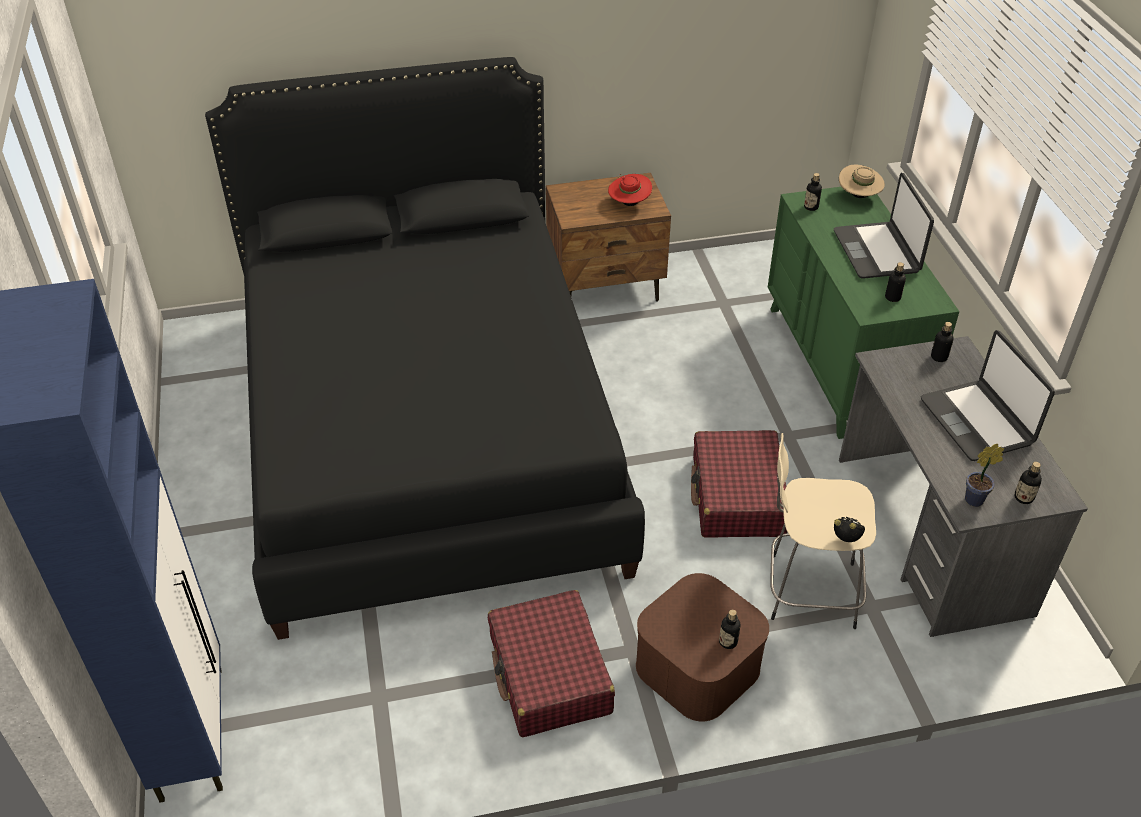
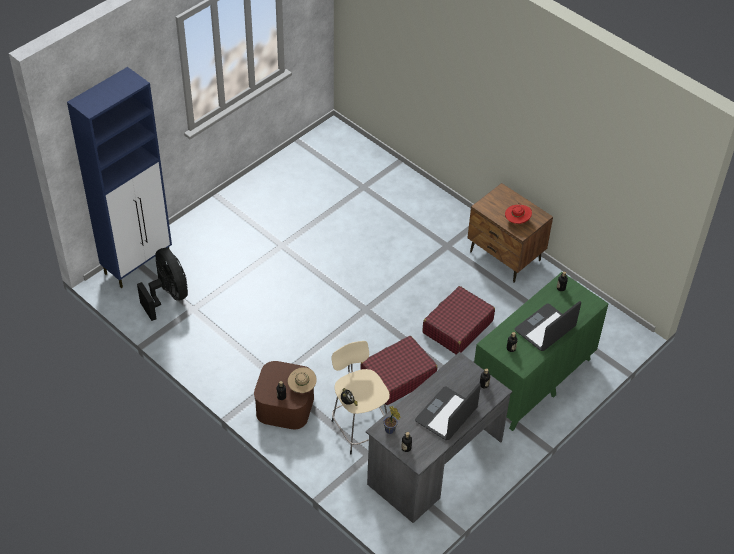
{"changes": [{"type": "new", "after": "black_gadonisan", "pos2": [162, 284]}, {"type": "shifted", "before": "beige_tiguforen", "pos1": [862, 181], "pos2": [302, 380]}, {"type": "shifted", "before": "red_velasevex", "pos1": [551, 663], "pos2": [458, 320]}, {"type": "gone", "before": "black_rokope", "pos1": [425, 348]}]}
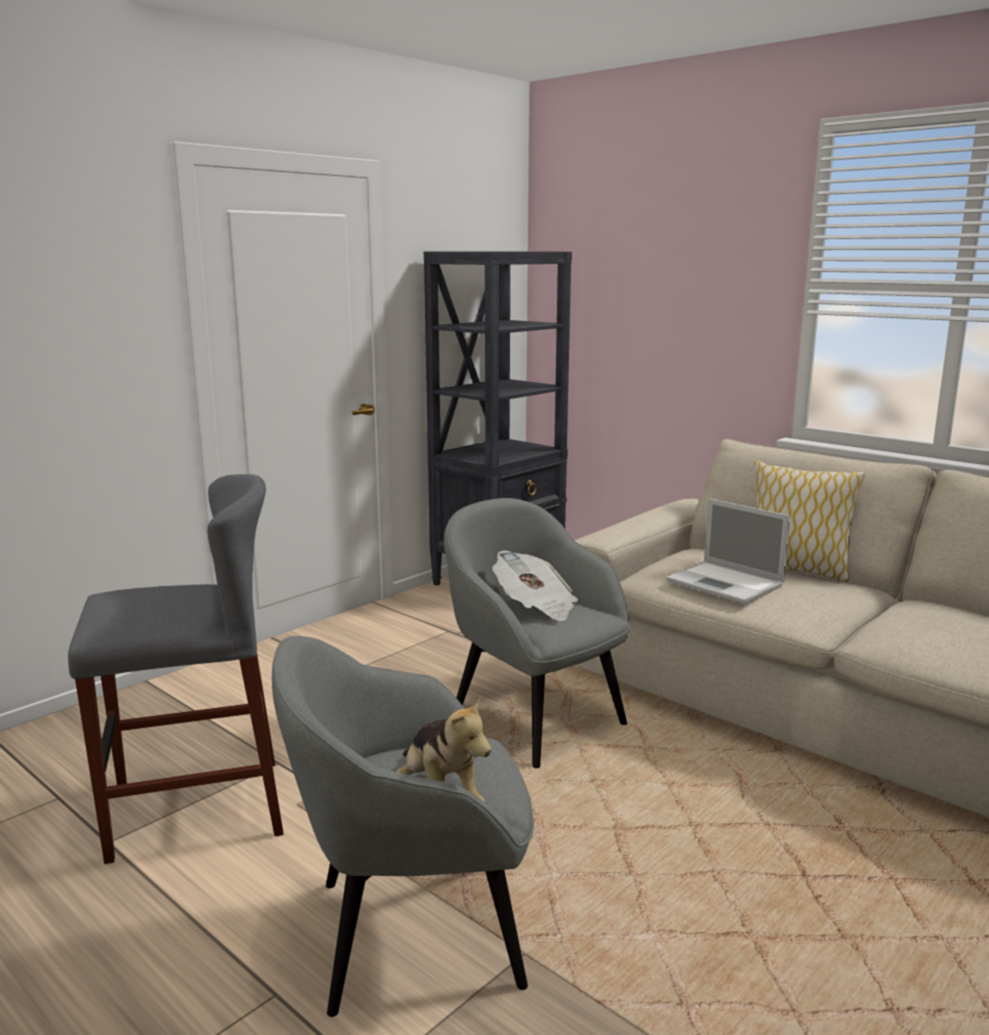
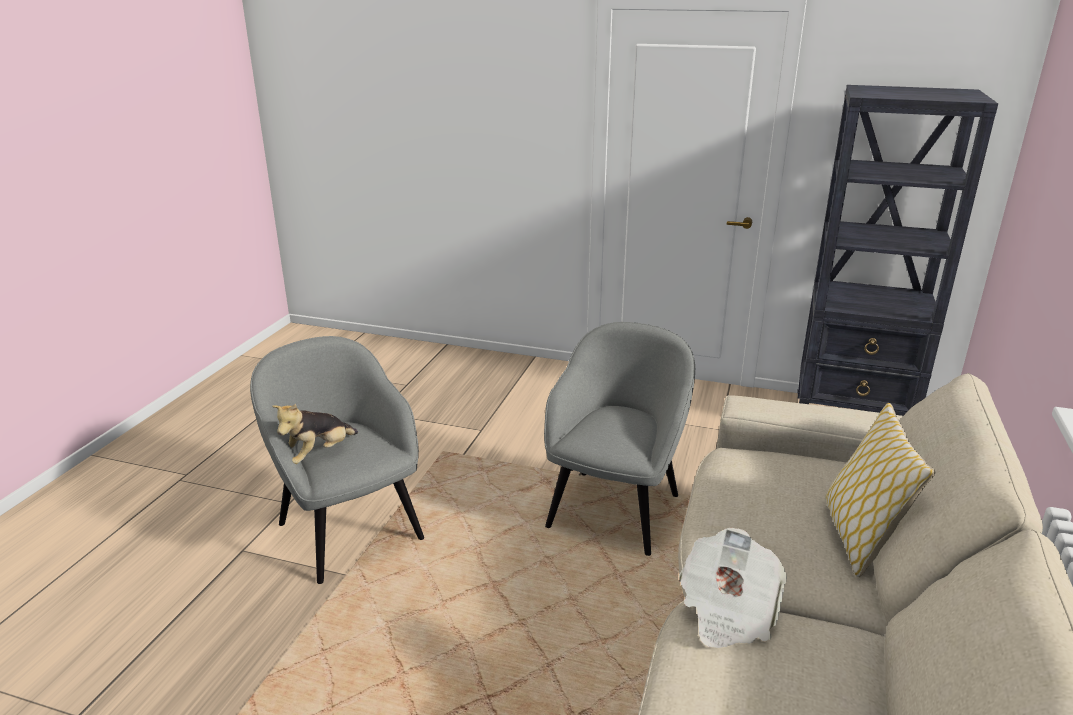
{"changes": [{"type": "shifted", "before": "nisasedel", "pos1": [535, 585], "pos2": [733, 588]}, {"type": "gone", "before": "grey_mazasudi", "pos1": [176, 669]}, {"type": "gone", "before": "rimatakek", "pos1": [728, 551]}]}
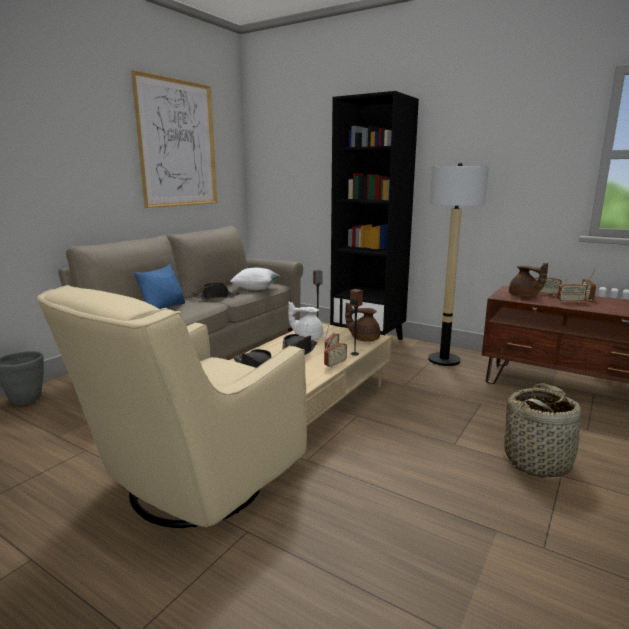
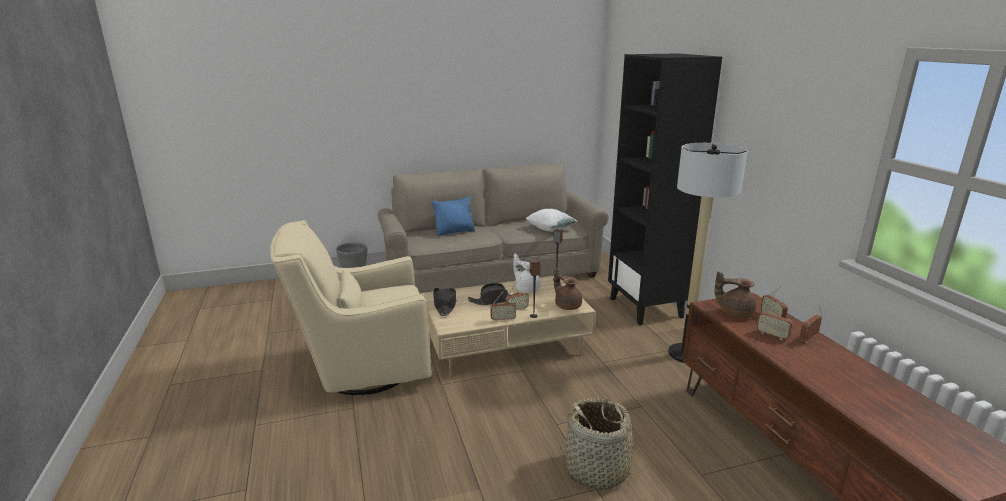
{"changes": [{"type": "rotated", "before": "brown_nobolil", "pos1": [528, 280], "pos2": [735, 294], "turn": 105}, {"type": "gone", "before": "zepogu", "pos1": [174, 139]}, {"type": "gone", "before": "black_tiguforen", "pos1": [215, 290]}]}
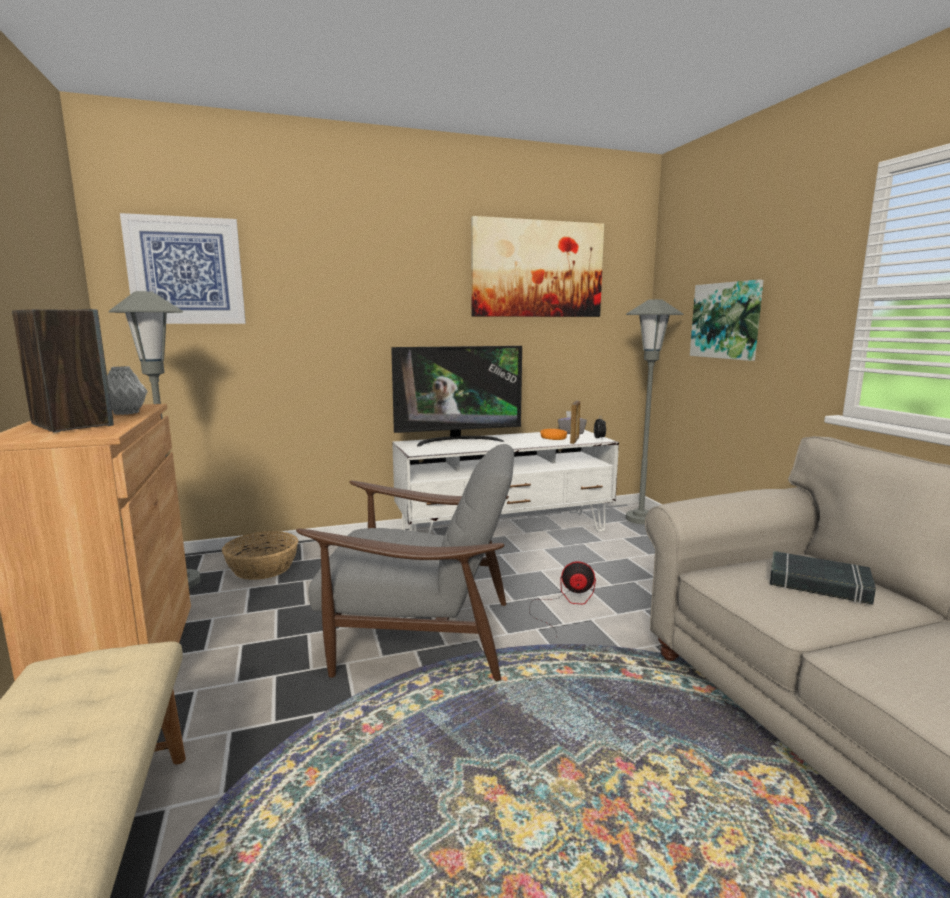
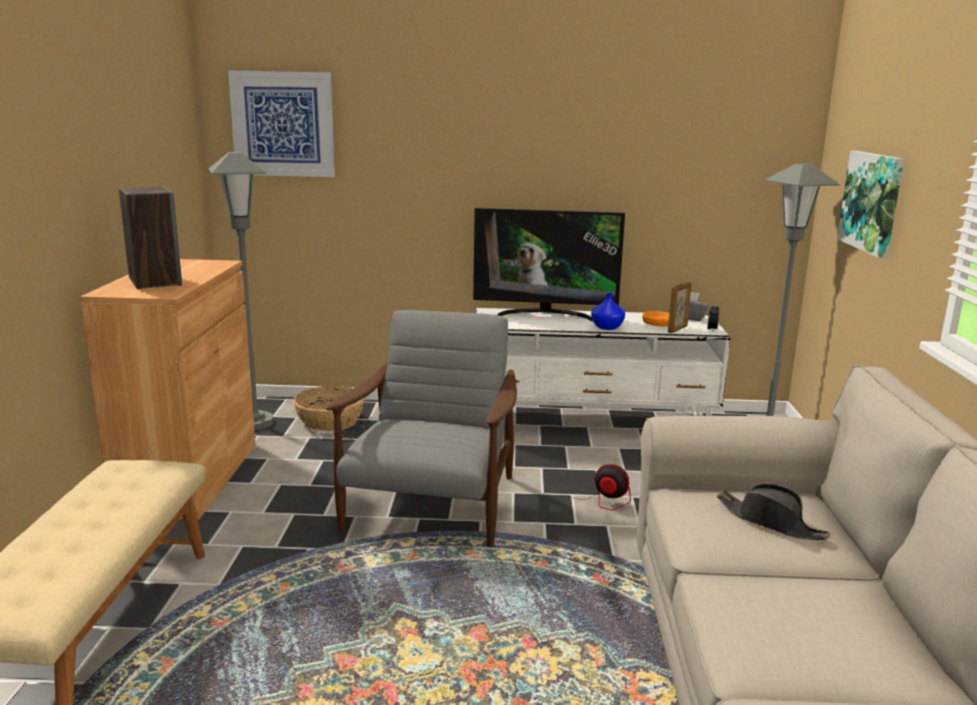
{"changes": [{"type": "rotated", "before": "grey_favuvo", "pos1": [405, 562], "pos2": [421, 428], "turn": -105}, {"type": "new", "after": "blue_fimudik", "pos2": [608, 311]}, {"type": "swapped", "before": "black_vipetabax", "after": "black_tiguforen", "pos1": [823, 578], "pos2": [773, 511]}, {"type": "gone", "before": "grey_fimudik", "pos1": [127, 390]}, {"type": "gone", "before": "zepogu", "pos1": [537, 266]}]}
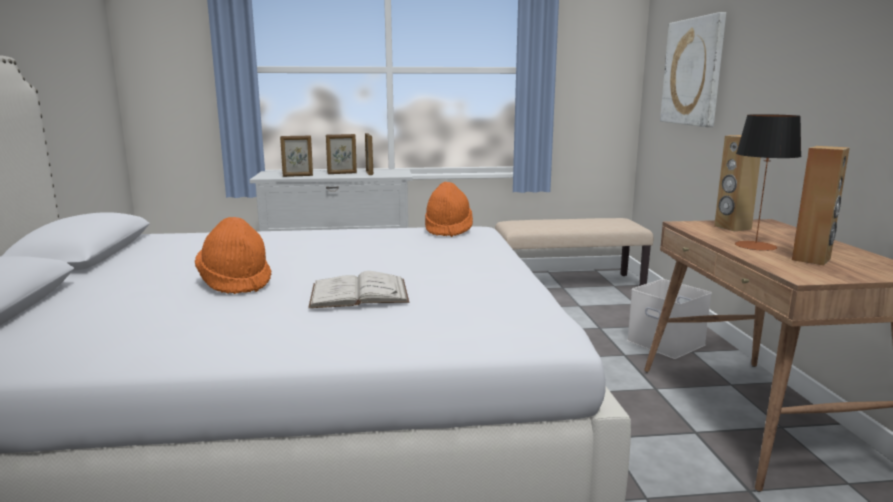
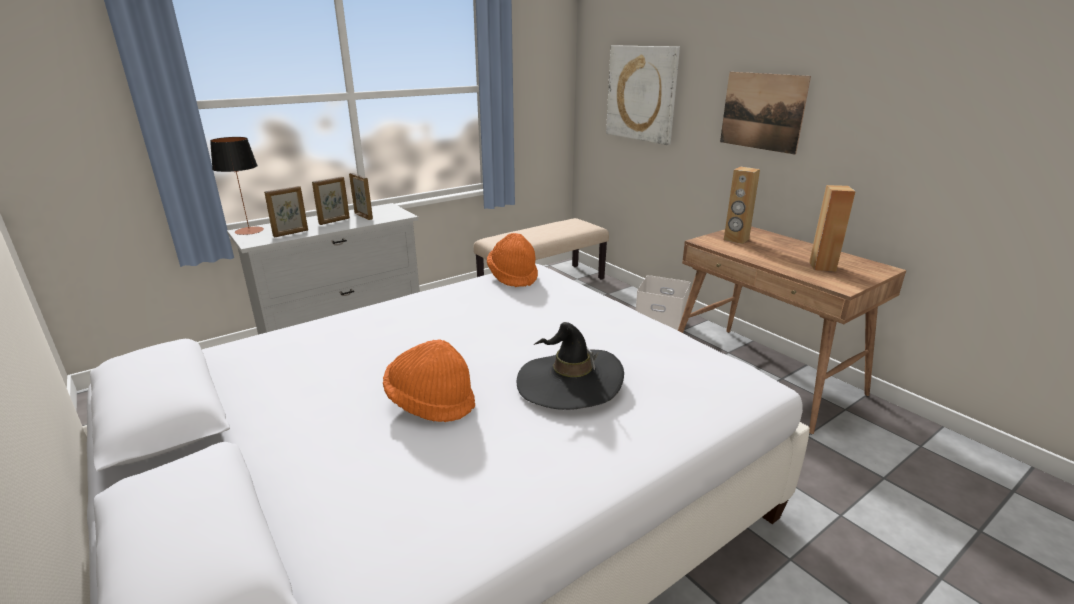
{"changes": [{"type": "shifted", "before": "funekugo", "pos1": [768, 182], "pos2": [237, 186]}, {"type": "swapped", "before": "white_vipetabax", "after": "black_tiguforen", "pos1": [358, 289], "pos2": [570, 366]}, {"type": "new", "after": "zepogu", "pos2": [765, 113]}]}
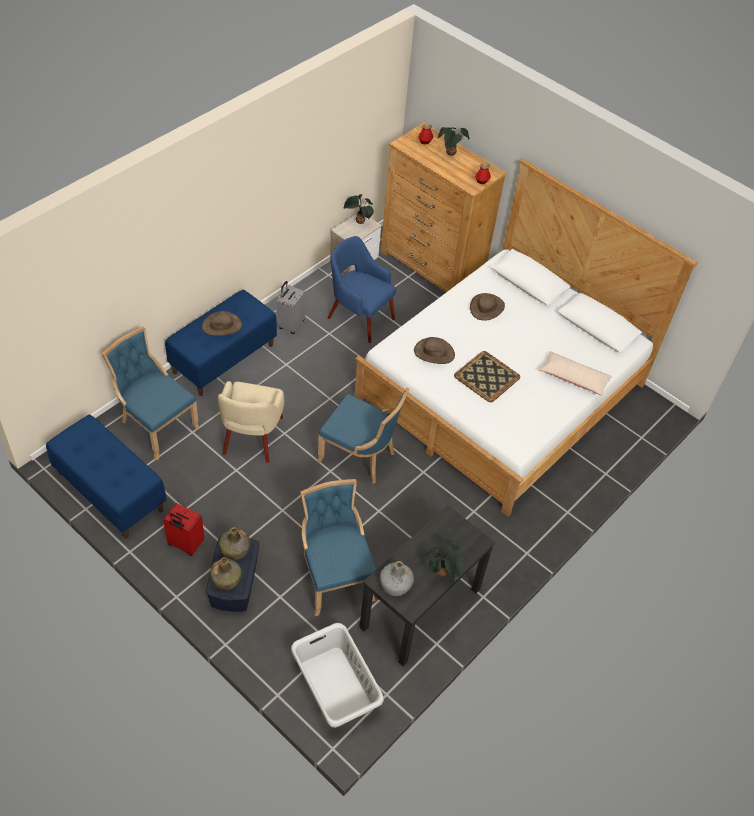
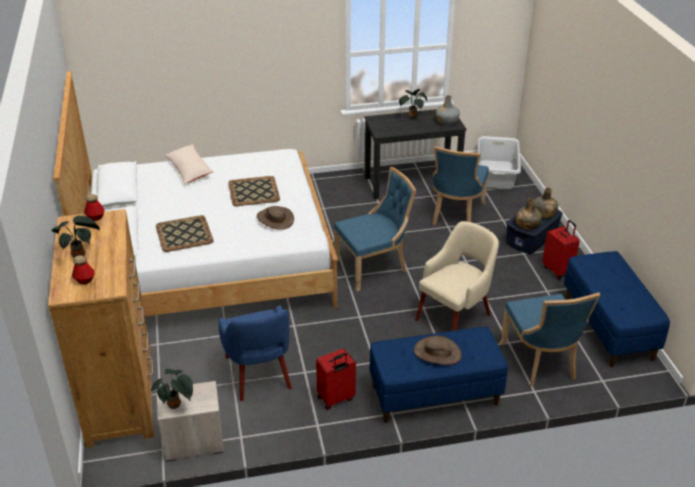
{"changes": [{"type": "swapped", "before": "brown_tiguforen", "after": "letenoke", "pos1": [487, 307], "pos2": [185, 233]}, {"type": "repainted", "before": "grey_velasevex", "after": "red_velasevex", "pos1": [291, 307], "pos2": [336, 379]}, {"type": "rotated", "before": "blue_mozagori", "pos1": [363, 435], "pos2": [375, 229], "turn": 90}]}
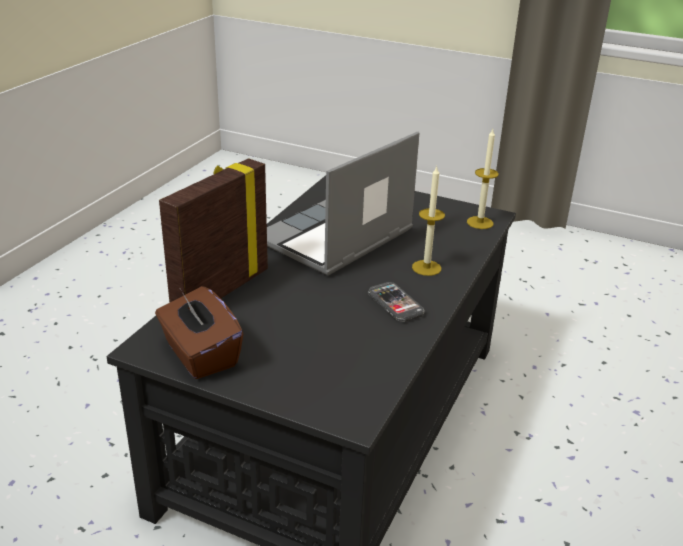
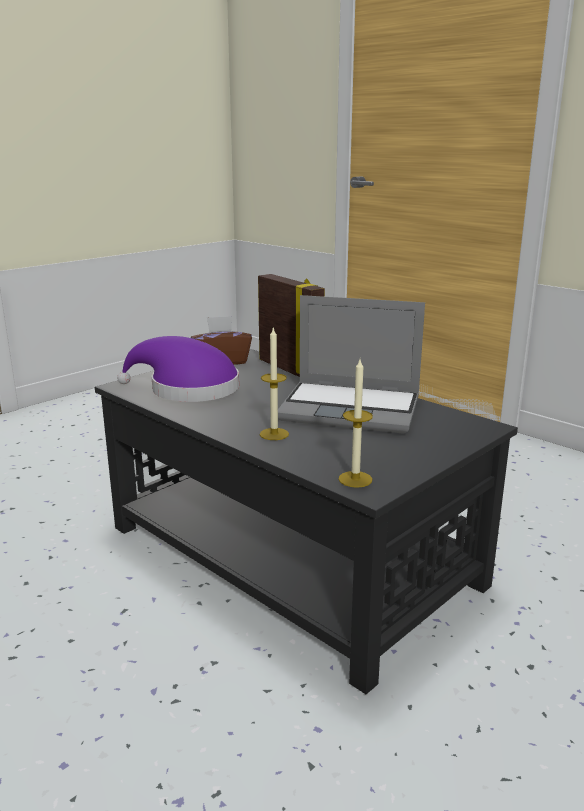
{"changes": [{"type": "new", "after": "purple_tiguforen", "pos2": [178, 369]}, {"type": "rotated", "before": "rimatakek", "pos1": [343, 203], "pos2": [351, 364], "turn": 135}, {"type": "gone", "before": "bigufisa", "pos1": [396, 302]}]}
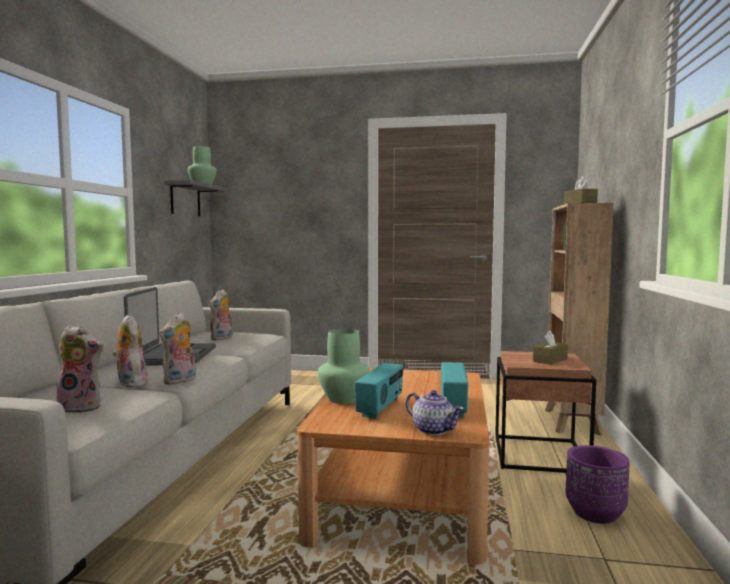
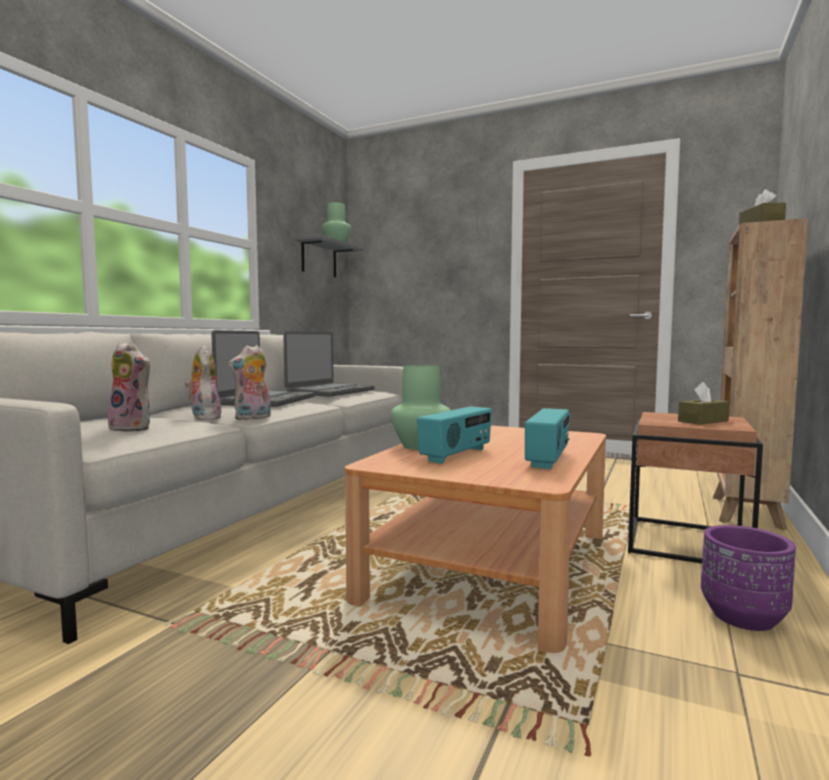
{"changes": [{"type": "swapped", "before": "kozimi", "after": "rimatakek", "pos1": [221, 315], "pos2": [329, 364]}, {"type": "gone", "before": "nobolil", "pos1": [434, 412]}]}
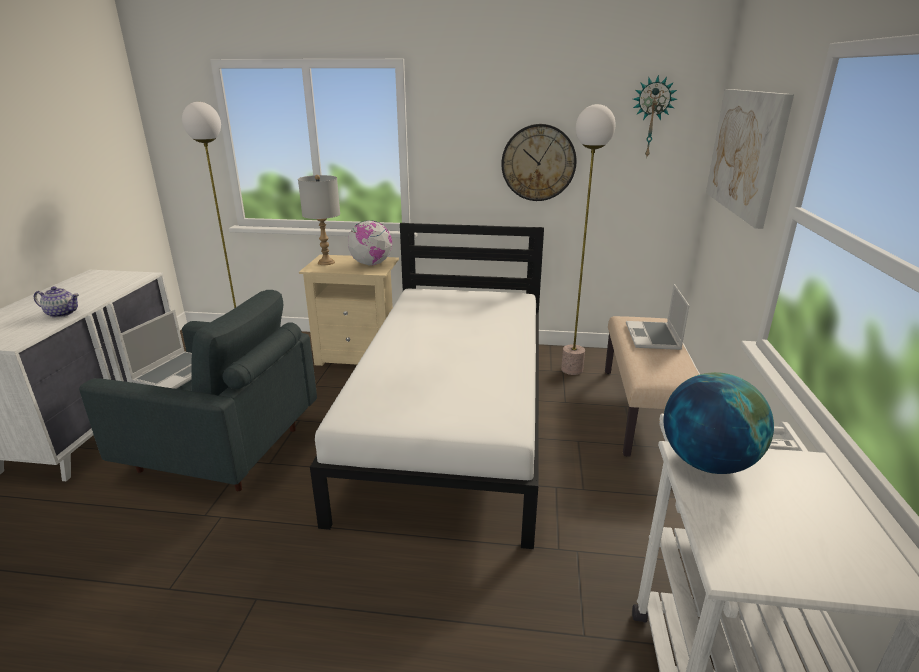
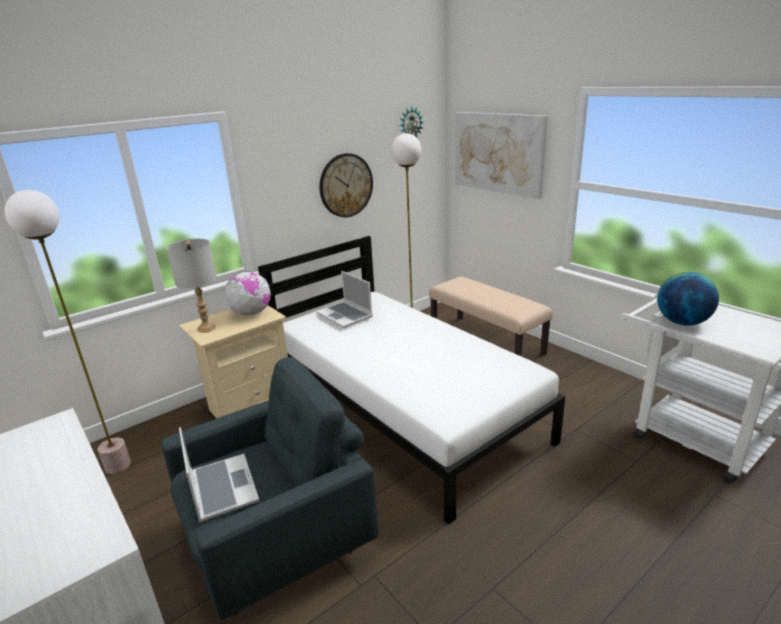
{"changes": [{"type": "shifted", "before": "rimatakek", "pos1": [658, 317], "pos2": [345, 299]}, {"type": "gone", "before": "nobolil", "pos1": [56, 302]}]}
